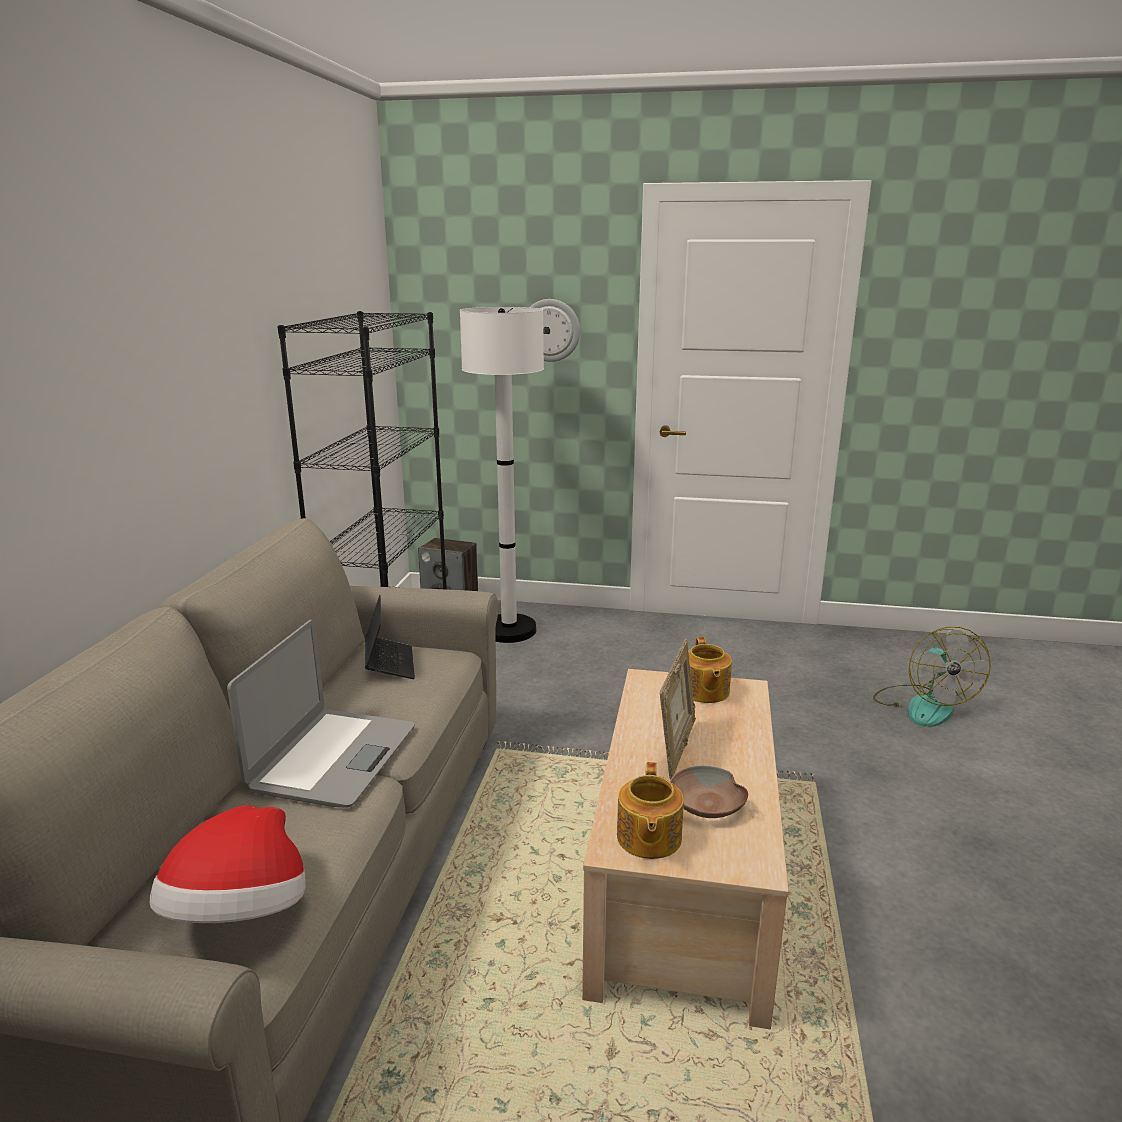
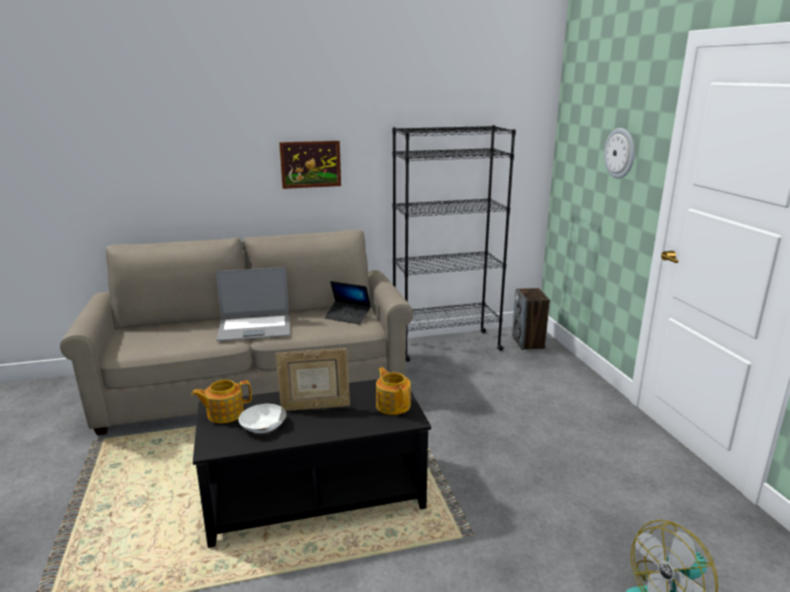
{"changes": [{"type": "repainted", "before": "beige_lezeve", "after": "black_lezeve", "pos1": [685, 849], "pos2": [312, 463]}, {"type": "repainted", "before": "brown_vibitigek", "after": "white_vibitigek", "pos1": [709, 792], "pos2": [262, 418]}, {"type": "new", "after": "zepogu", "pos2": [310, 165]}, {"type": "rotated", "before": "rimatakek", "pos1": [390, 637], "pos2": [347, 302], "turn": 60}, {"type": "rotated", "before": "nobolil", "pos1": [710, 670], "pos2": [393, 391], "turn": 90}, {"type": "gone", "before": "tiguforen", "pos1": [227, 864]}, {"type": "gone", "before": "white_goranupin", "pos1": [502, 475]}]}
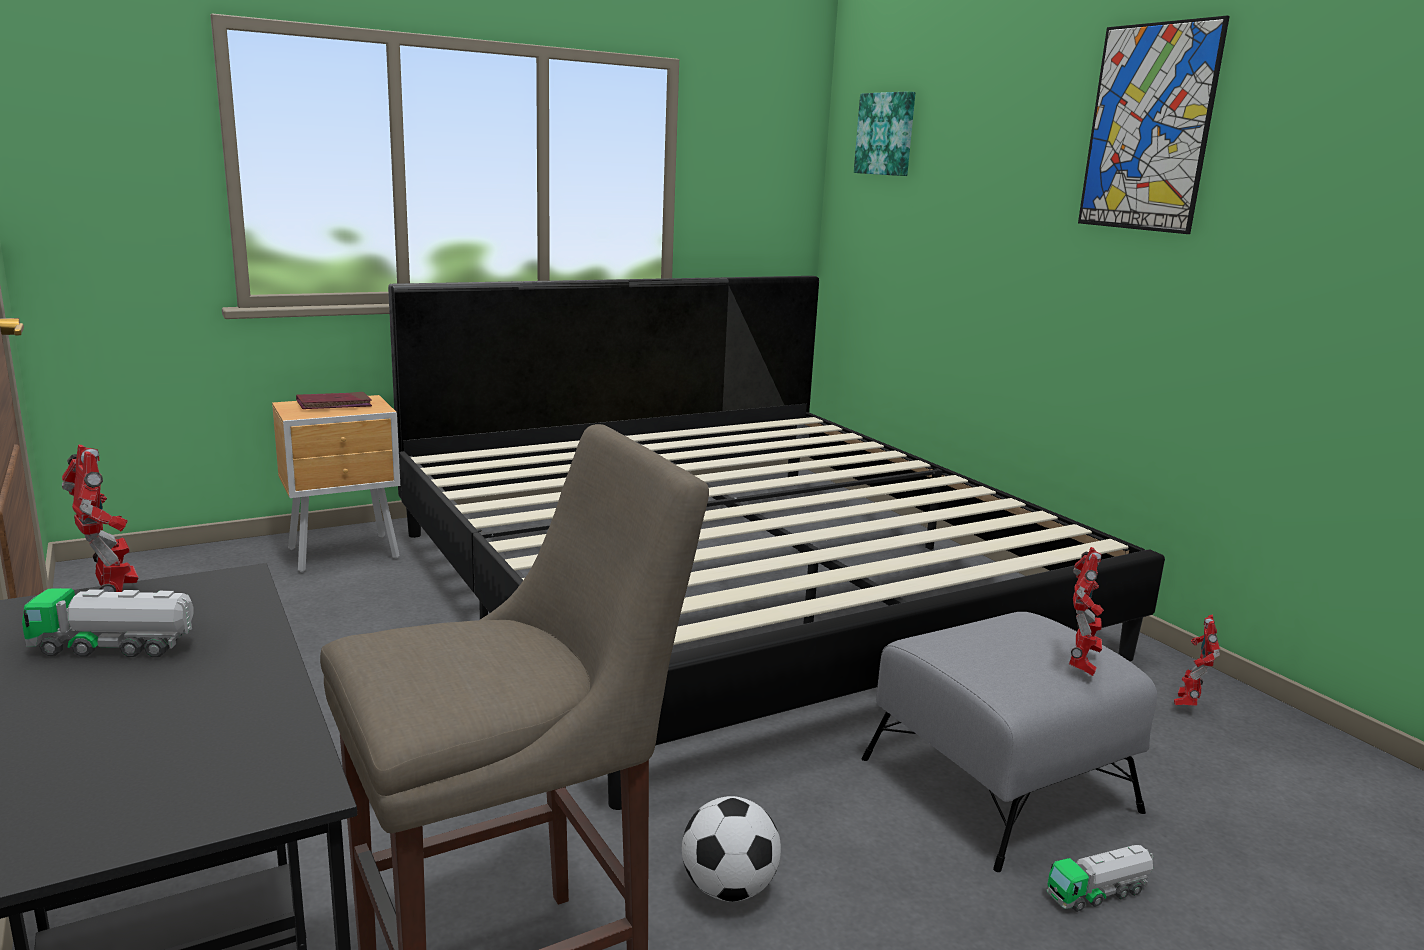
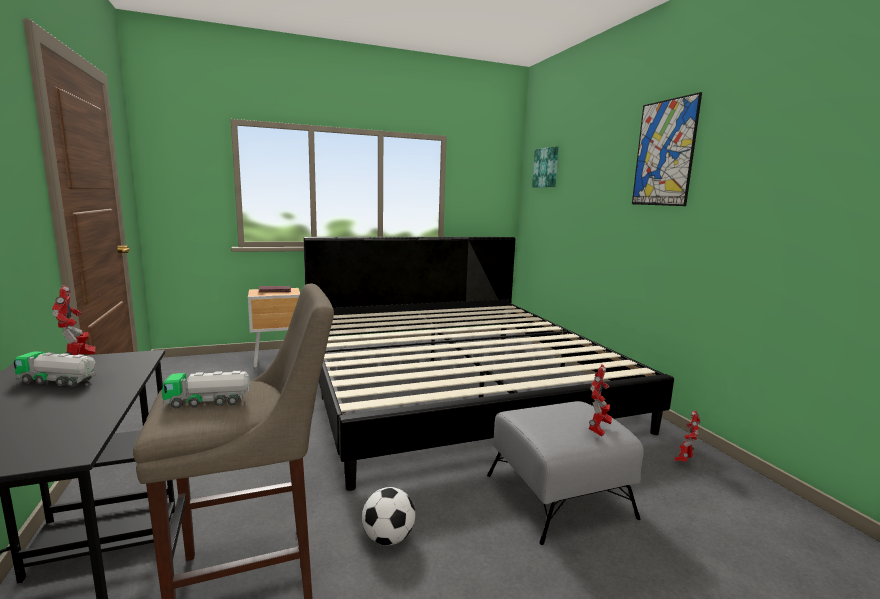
{"changes": [{"type": "shifted", "before": "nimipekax", "pos1": [1099, 878], "pos2": [206, 389]}]}
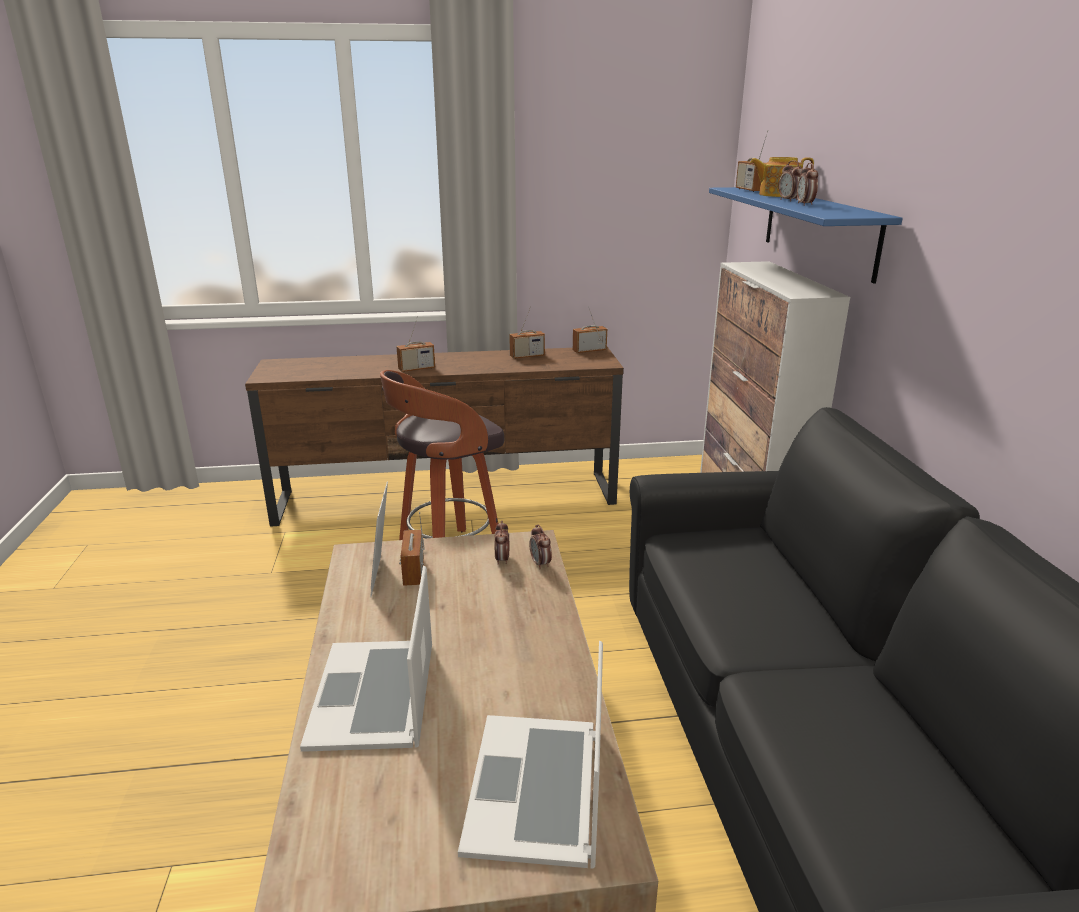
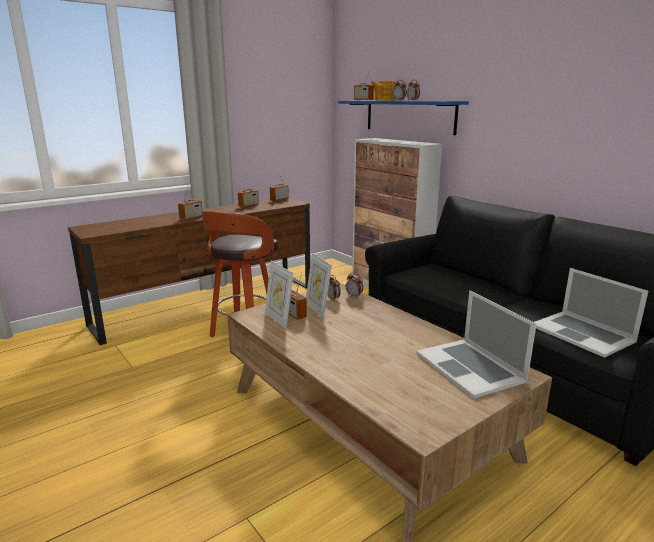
{"changes": [{"type": "new", "after": "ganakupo", "pos2": [319, 285]}, {"type": "shifted", "before": "rimatakek", "pos1": [366, 659], "pos2": [591, 313]}]}
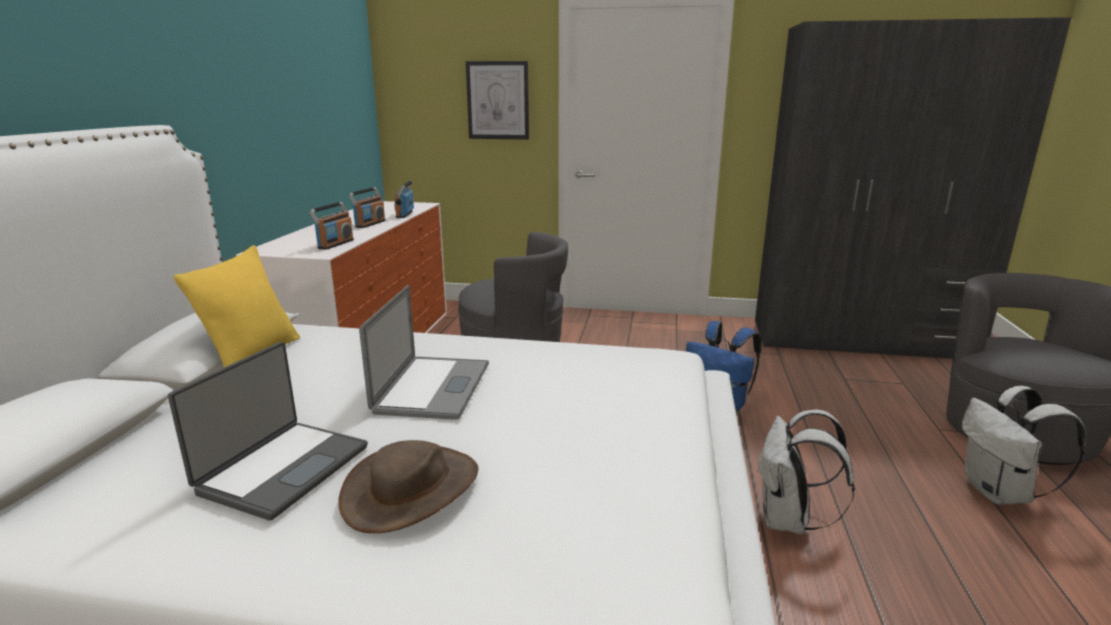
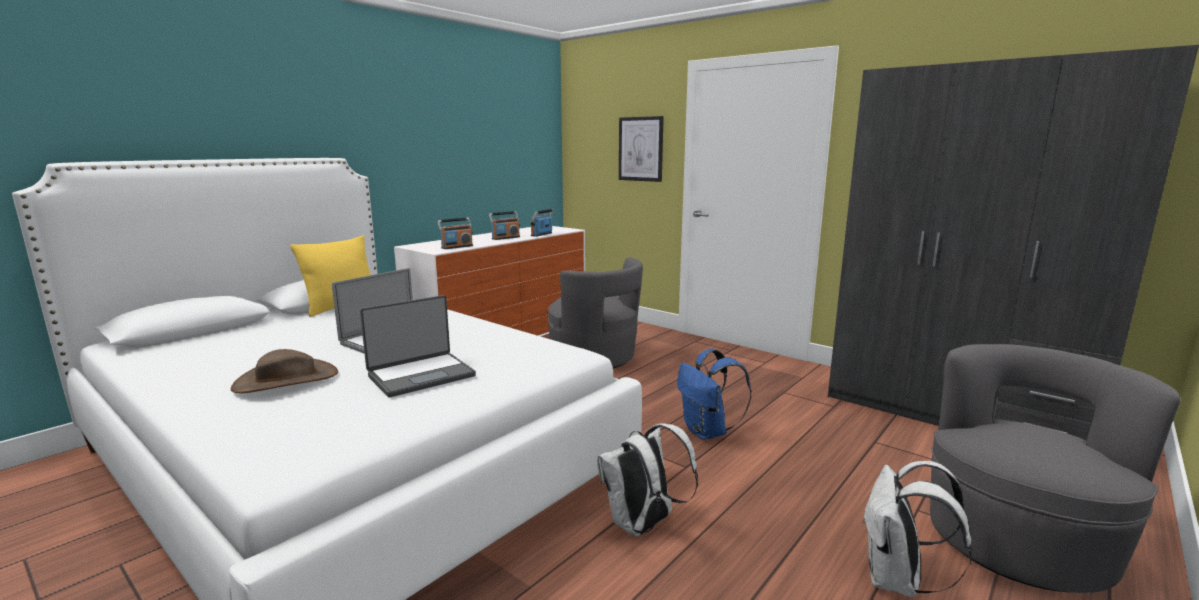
{"changes": [{"type": "shifted", "before": "rimatakek", "pos1": [268, 431], "pos2": [418, 346]}]}
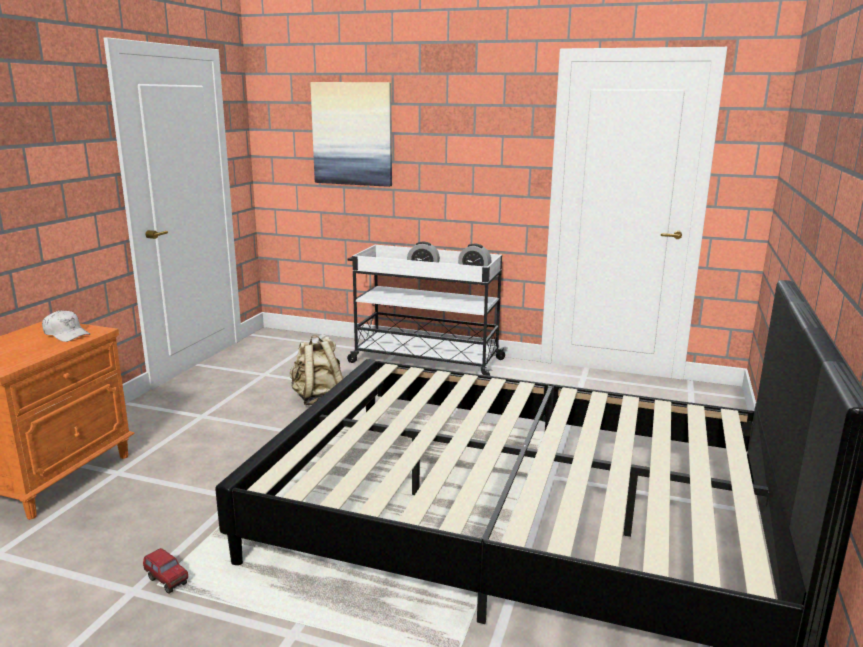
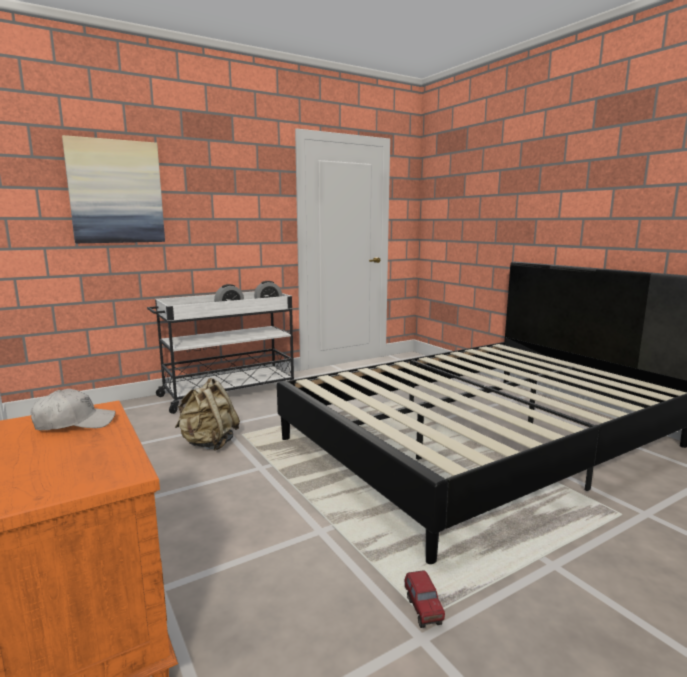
{"changes": [{"type": "rotated", "before": "nimipekax", "pos1": [165, 571], "pos2": [425, 599], "turn": 90}]}
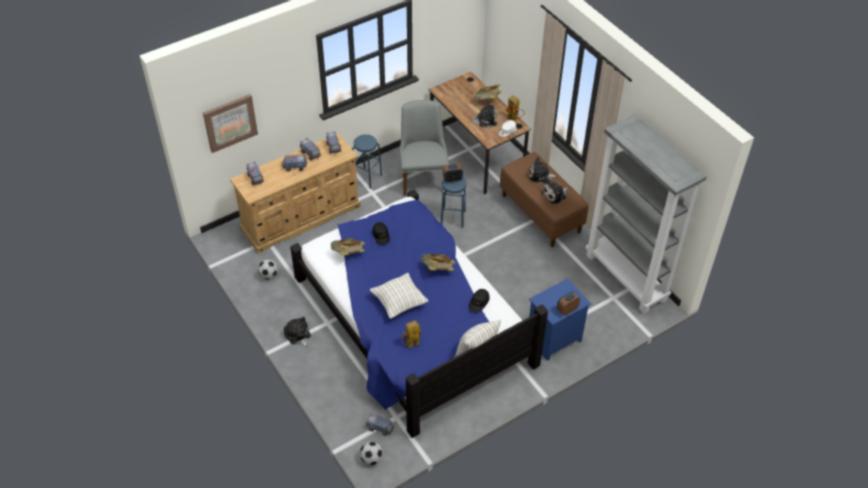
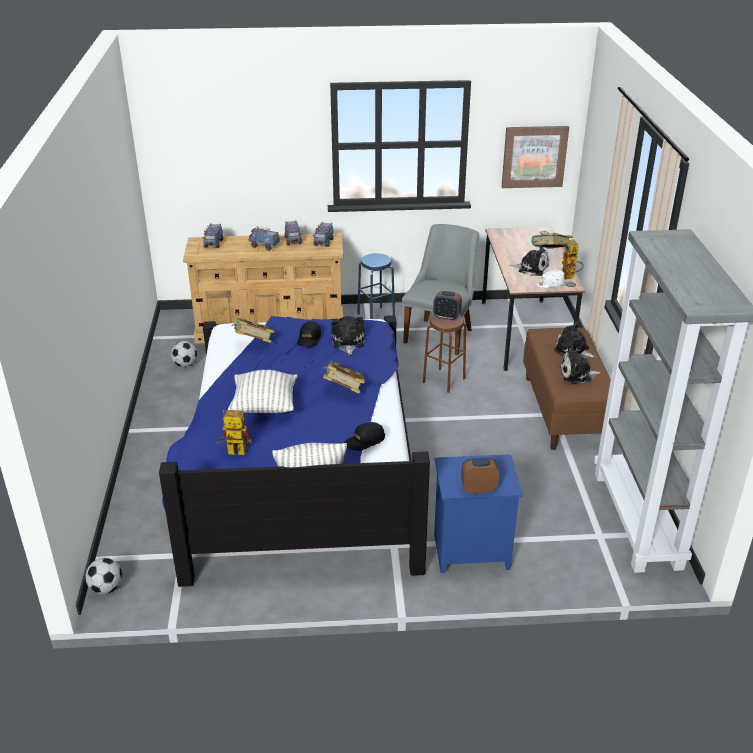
{"changes": [{"type": "shifted", "before": "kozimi", "pos1": [297, 332], "pos2": [348, 335]}, {"type": "repainted", "before": "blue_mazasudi", "after": "brown_mazasudi", "pos1": [453, 202], "pos2": [444, 354]}, {"type": "shifted", "before": "zepogu", "pos1": [230, 123], "pos2": [535, 157]}, {"type": "gone", "before": "nimipekax", "pos1": [380, 424]}]}
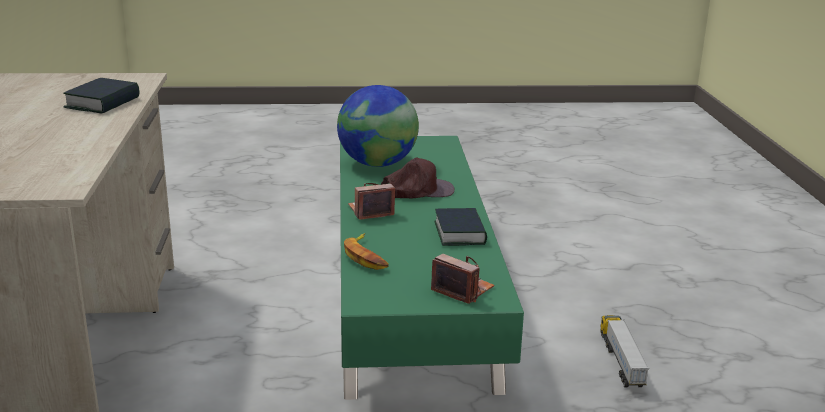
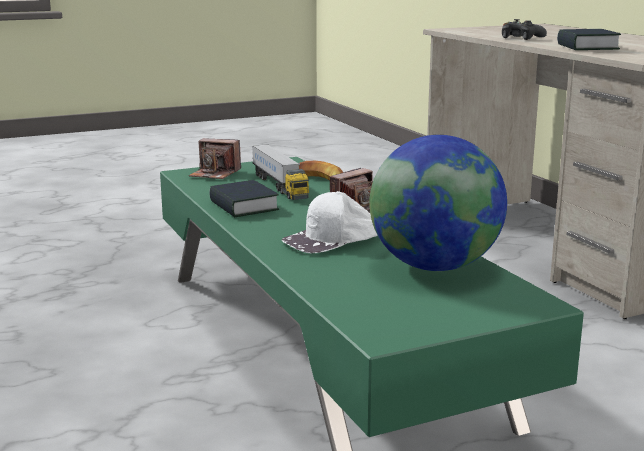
{"changes": [{"type": "shifted", "before": "nimipekax", "pos1": [624, 351], "pos2": [280, 172]}, {"type": "repainted", "before": "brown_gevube", "after": "white_gevube", "pos1": [417, 178], "pos2": [330, 222]}, {"type": "new", "after": "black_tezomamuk", "pos2": [524, 29]}]}
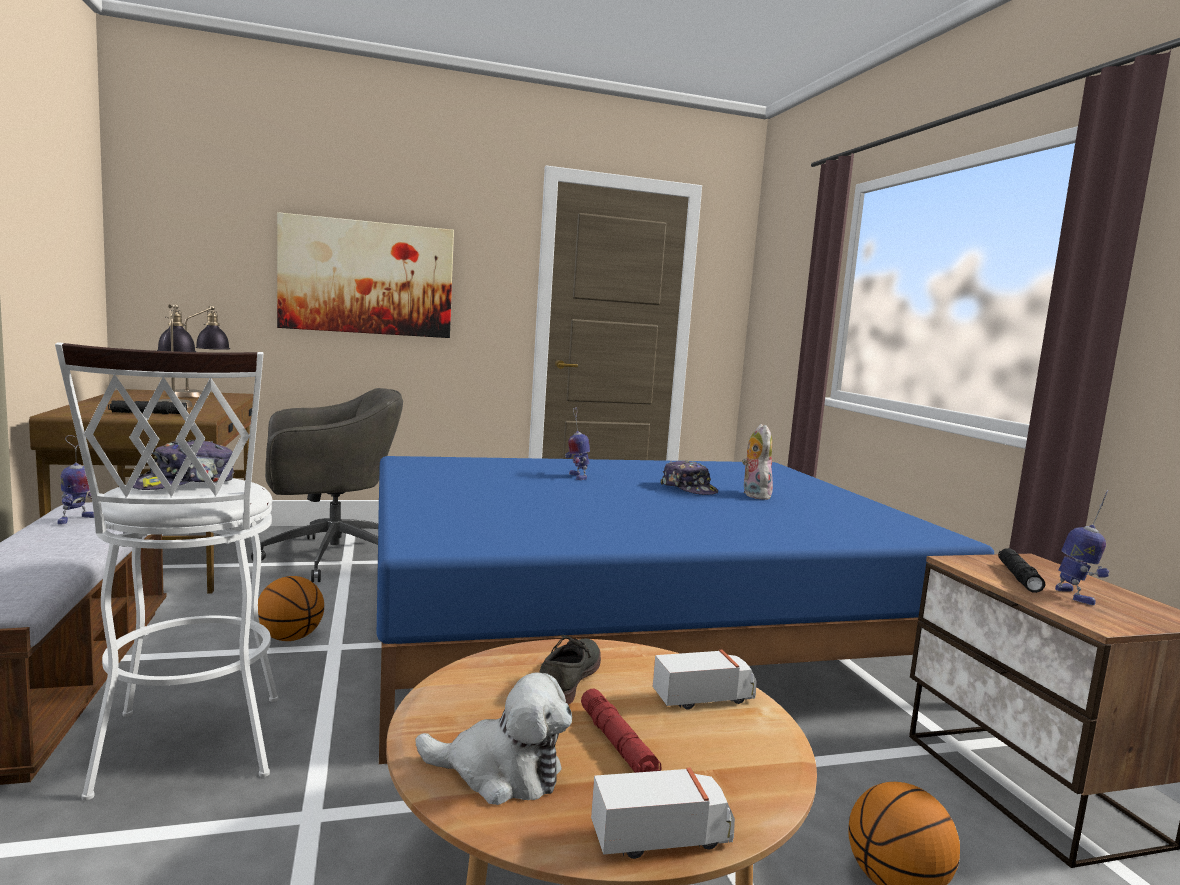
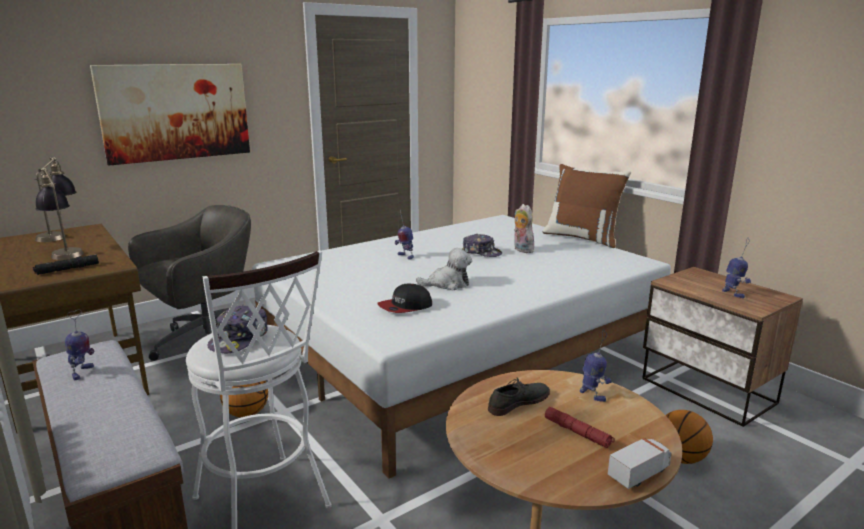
{"changes": [{"type": "repainted", "before": "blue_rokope", "after": "white_rokope", "pos1": [685, 610], "pos2": [461, 346]}, {"type": "new", "after": "gevube", "pos2": [404, 298]}, {"type": "shifted", "before": "kozimi", "pos1": [494, 738], "pos2": [444, 269]}, {"type": "rotated", "before": "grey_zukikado", "pos1": [570, 670], "pos2": [519, 396], "turn": 60}, {"type": "new", "after": "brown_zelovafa", "pos2": [586, 206]}, {"type": "swapped", "before": "nimipekax", "after": "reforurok", "pos1": [704, 680], "pos2": [596, 365]}, {"type": "gone", "before": "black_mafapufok", "pos1": [1021, 570]}]}
